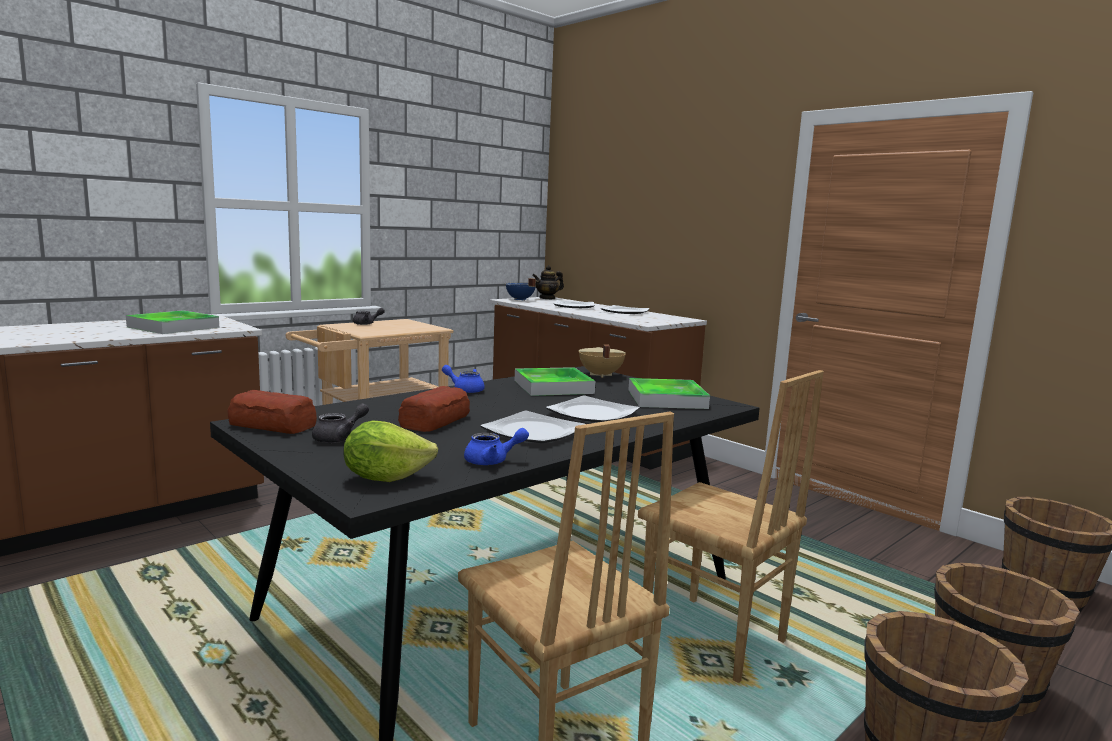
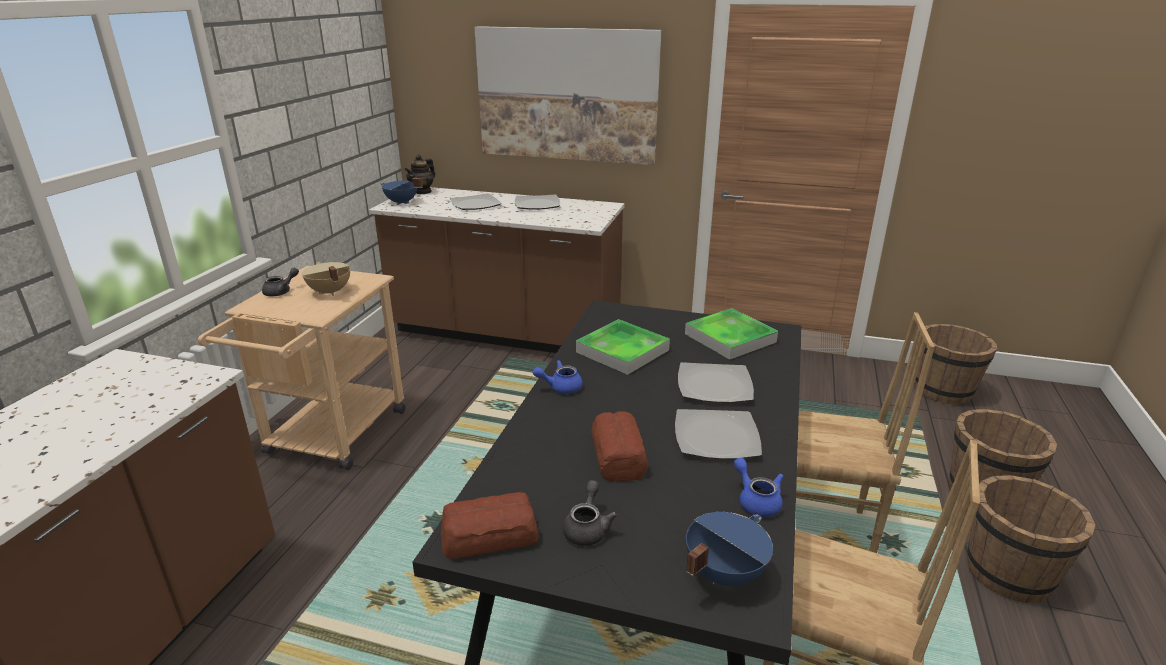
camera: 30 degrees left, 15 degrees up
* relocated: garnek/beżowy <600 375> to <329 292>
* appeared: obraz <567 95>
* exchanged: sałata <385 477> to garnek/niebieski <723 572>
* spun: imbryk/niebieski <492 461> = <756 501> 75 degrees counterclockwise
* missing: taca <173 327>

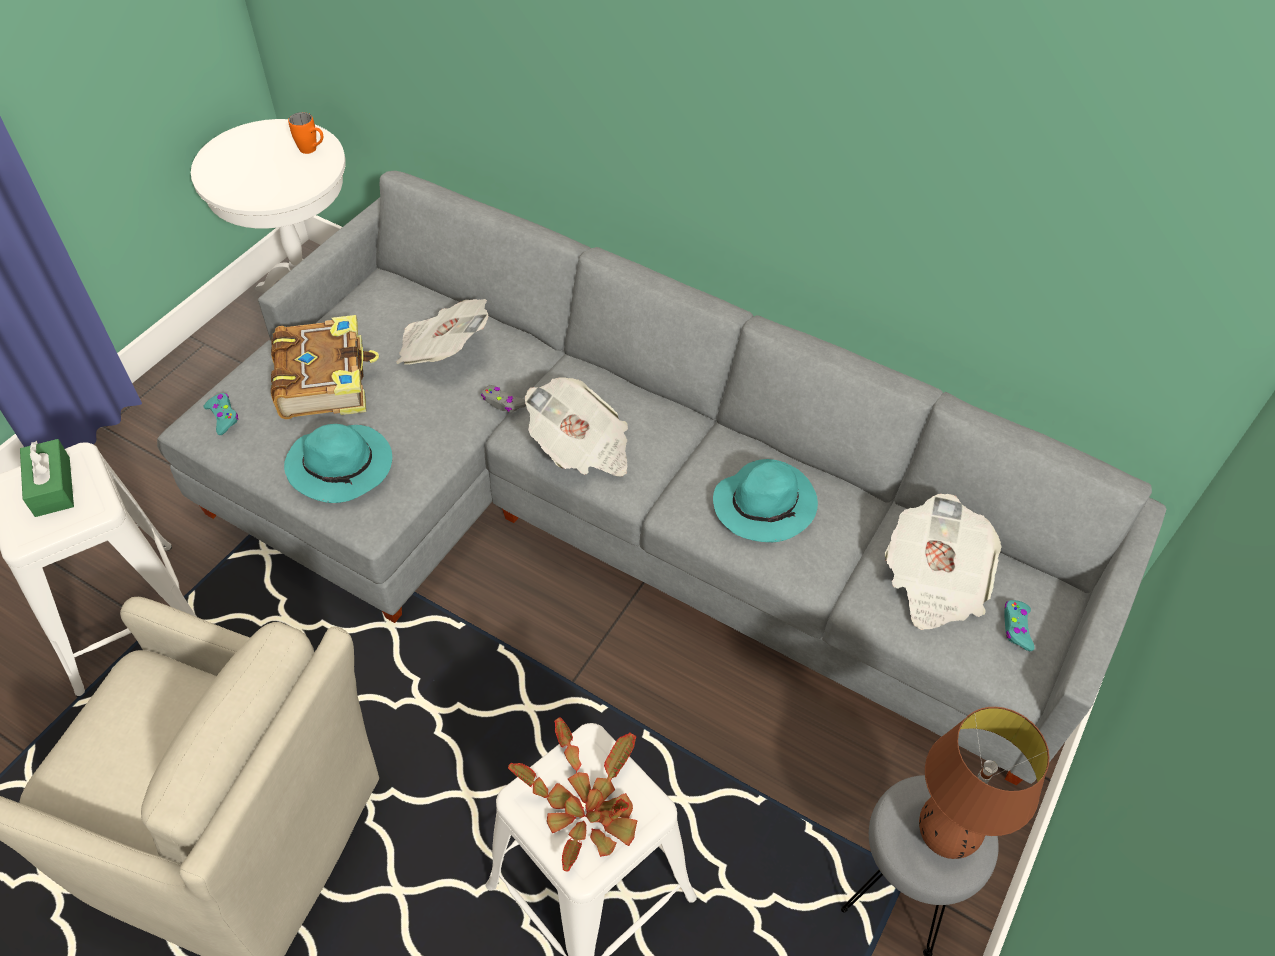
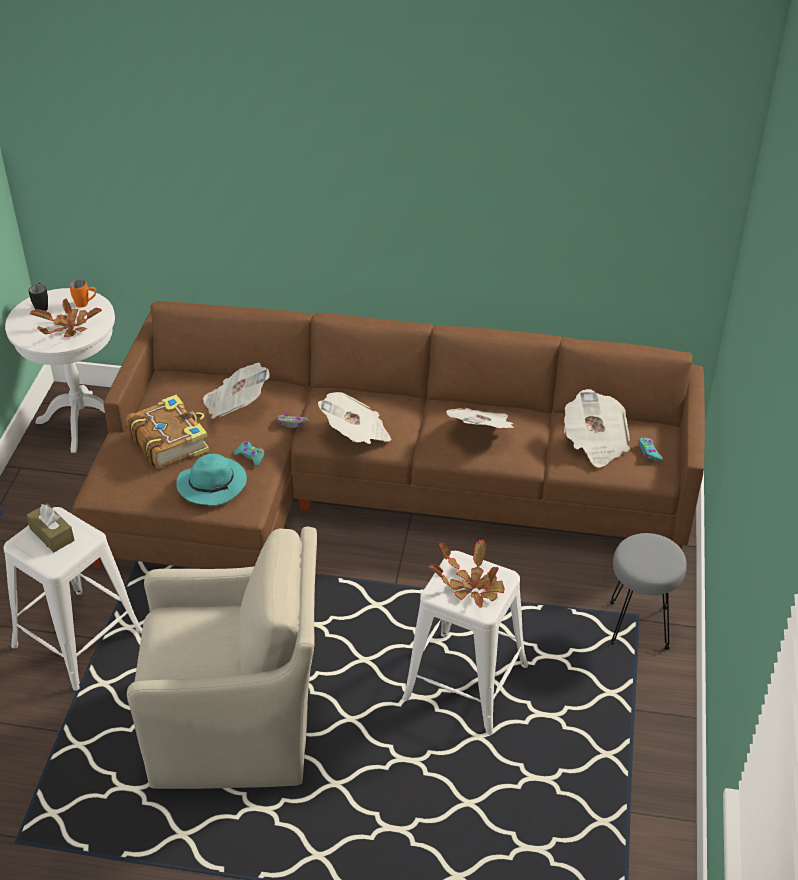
camera: 20 degrees left, 10 degrees down
* colour: pudełko chusteczek/zielony <52 486> to pudełko chusteczek/brązowy <52 534>
* appeared: kubek/czarny <42 306>
* appeared: roślina doniczkowa <69 328>
* colour: kanapa/szary <615 512> to kanapa/brązowy <371 486>
* relocated: pad do gier/turkusowy <223 417> to <250 456>
* exchanged: kapelusz/turkusowy <765 504> to gazeta <482 431>
* missing: lampa stołowa/brązowy <942 839>

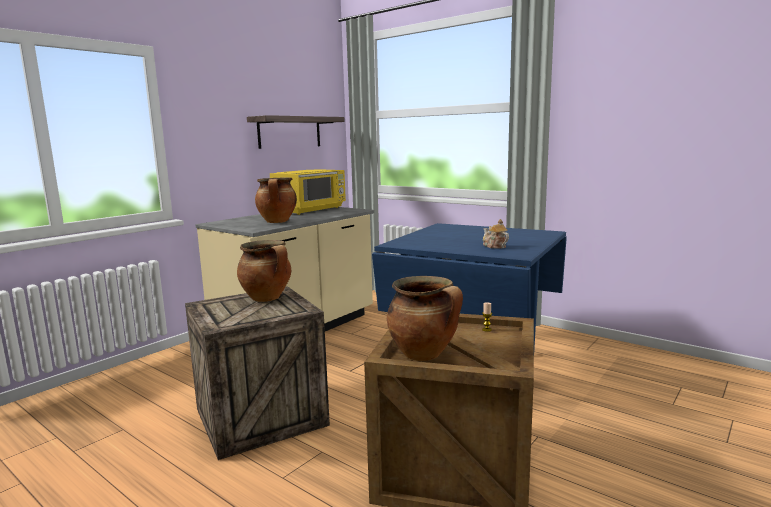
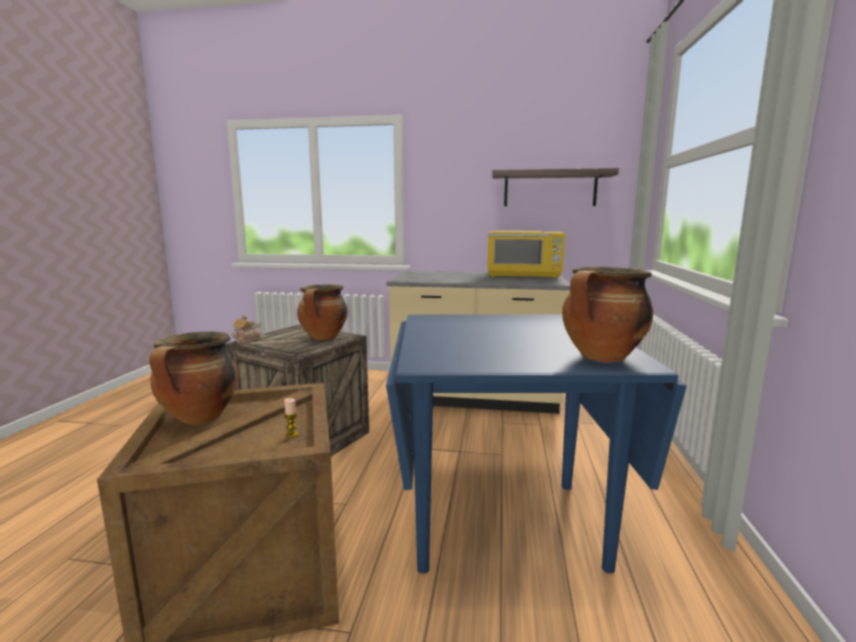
camera: 60 degrees right, 0 degrees up
* relocated: imbryk <494 246> to <247 340>
* relocated: garnek <277 222> to <602 358>

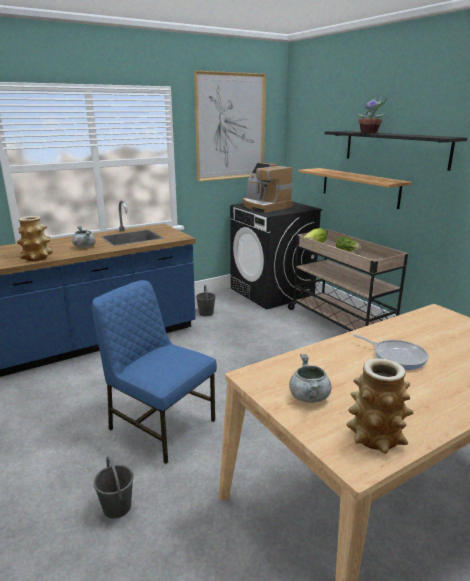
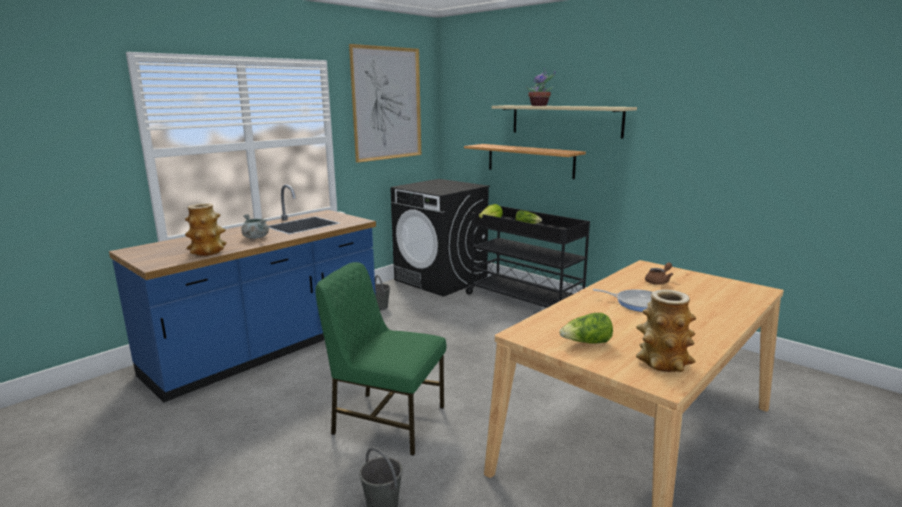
camera: 15 degrees left, 5 degrees down
* colour: krzesło/niebieski <160 424> to krzesło/zielony <387 420>
* colour: wózek/beżowy <339 322> to wózek/czarny <524 300>
* colour: półka/czarny <395 148> to półka/beżowy <565 120>
* exchanged: garnek/szary <309 397> to sałata <586 343>
* appeared: imbryk/brązowy <659 281>
* missing: ekspres do kawy <264 206>

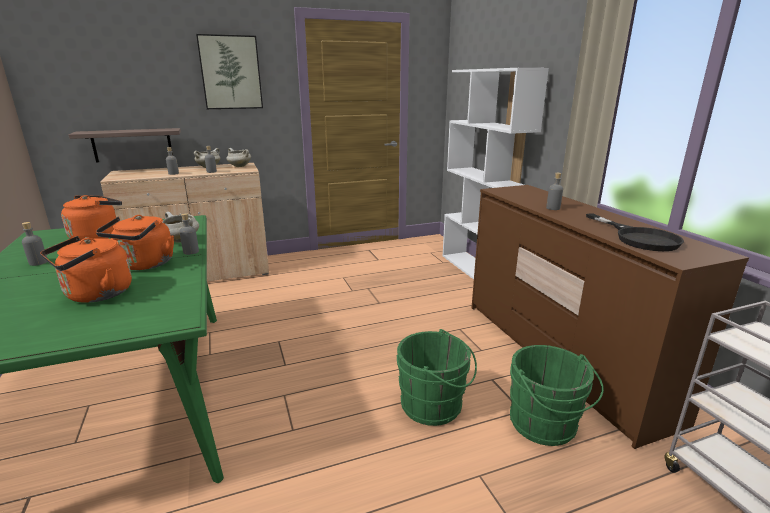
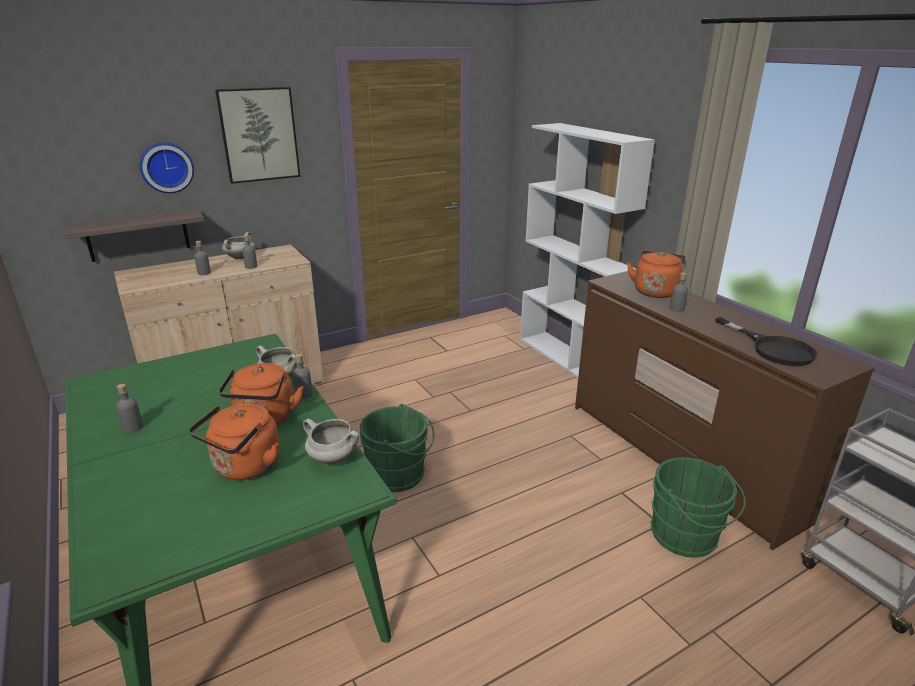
camera: 10 degrees left, 5 degrees up
* appeared: zegar ścienny <166 167>
* relocated: garnek/biały <239 166> to <332 458>
* relocated: wiadro/zielony <435 406> to <400 475>
* relocated: czajnik/pomarańczowy <98 236> to <655 291>

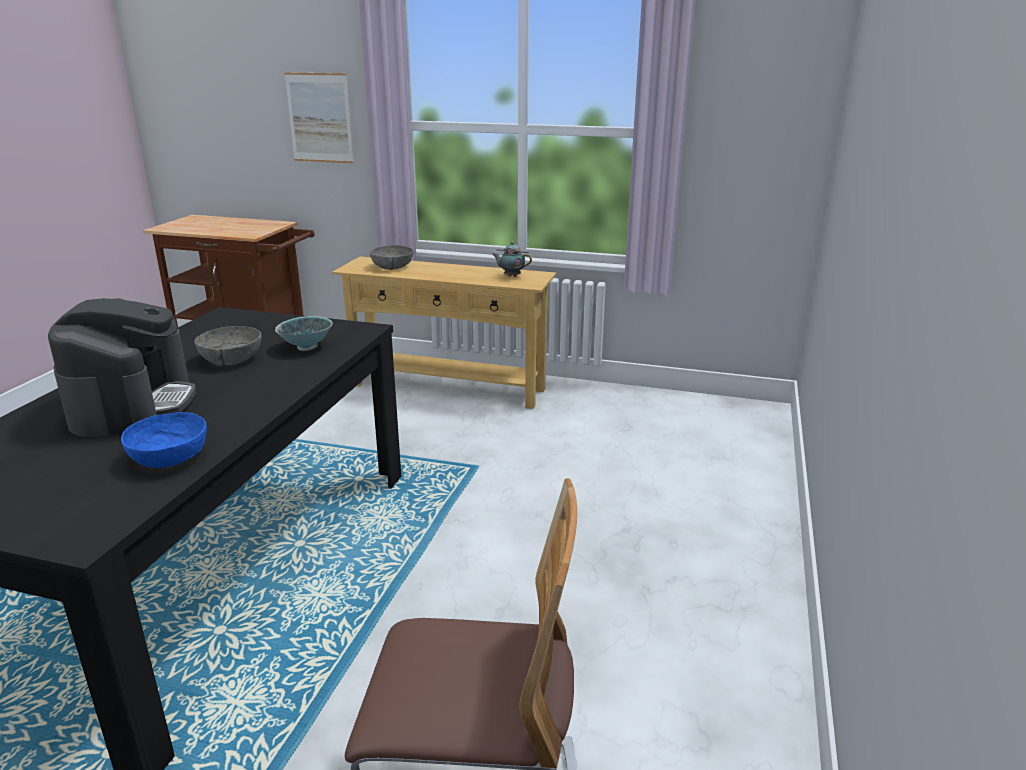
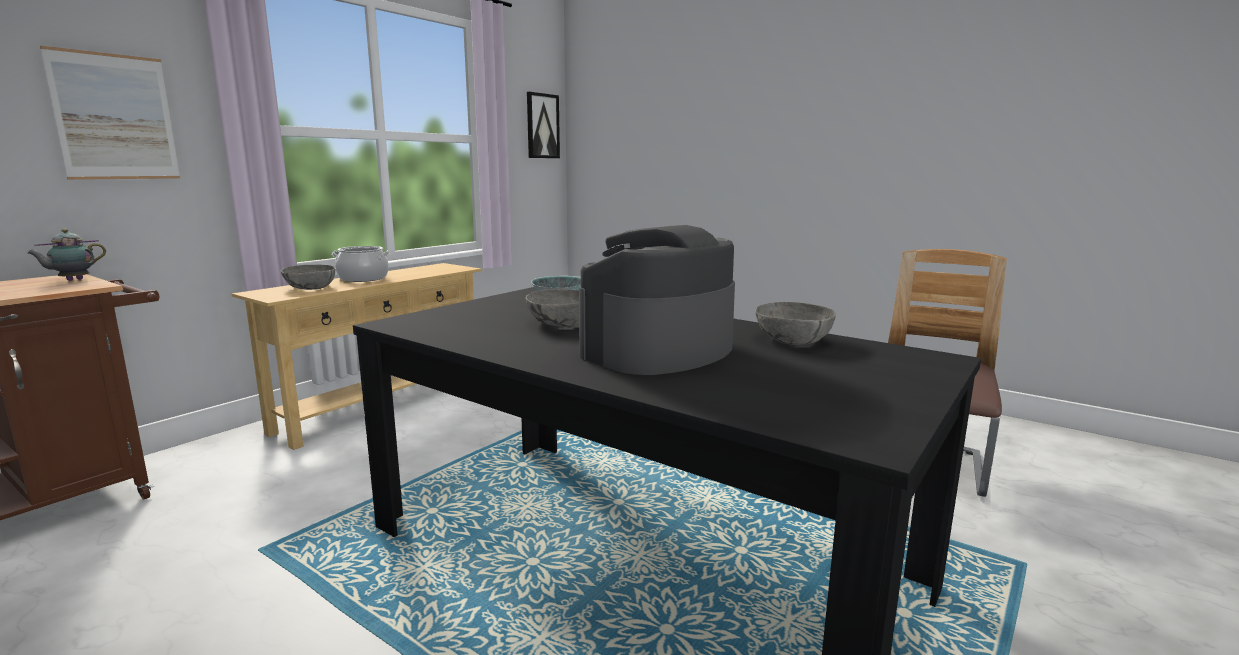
camera: 70 degrees left, 10 degrees down
* relocated: imbryk <511 276> to <72 280>
* appeared: garnek <363 278>
* appeared: obraz <542 126>
* spun: ekspres do kawy <133 405> = <658 351> 60 degrees counterclockwise
* colour: miska/niebieski <169 457> to miska/szary <792 340>

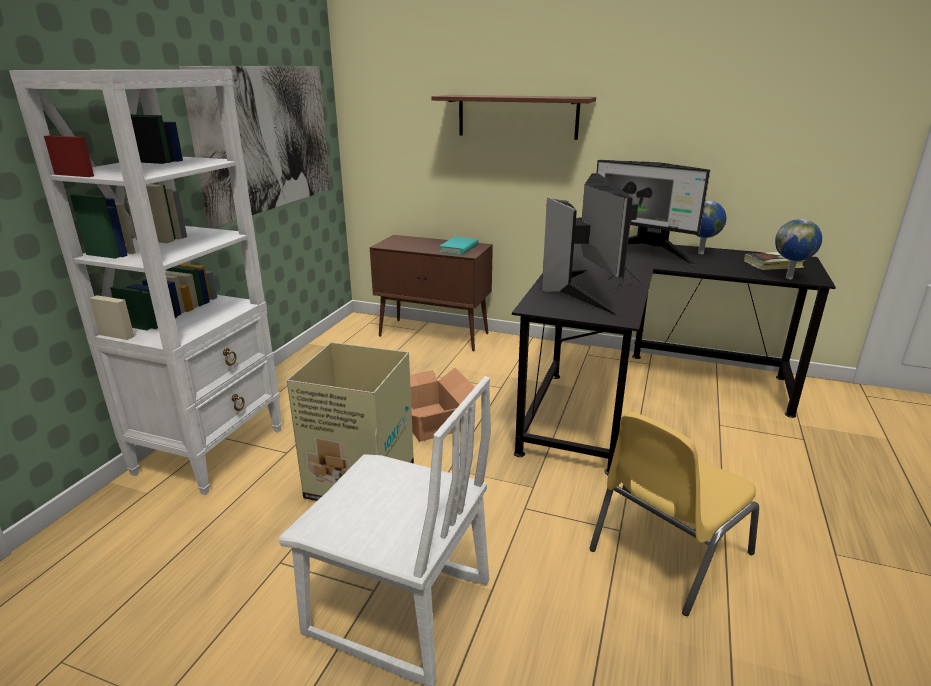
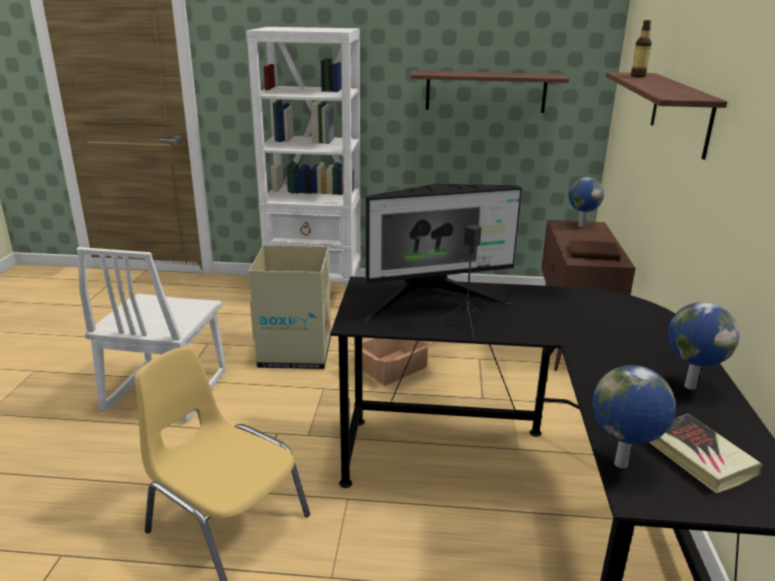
camera: 75 degrees right, 0 degrees up
* exchanged: obraz <266 139> to półka <485 91>
* appeared: globus <580 226>
* colour: książka/turkusowy <459 248> to książka/brązowy <593 253>
* appeared: butelka <638 76>
* missing: monitor <645 252>

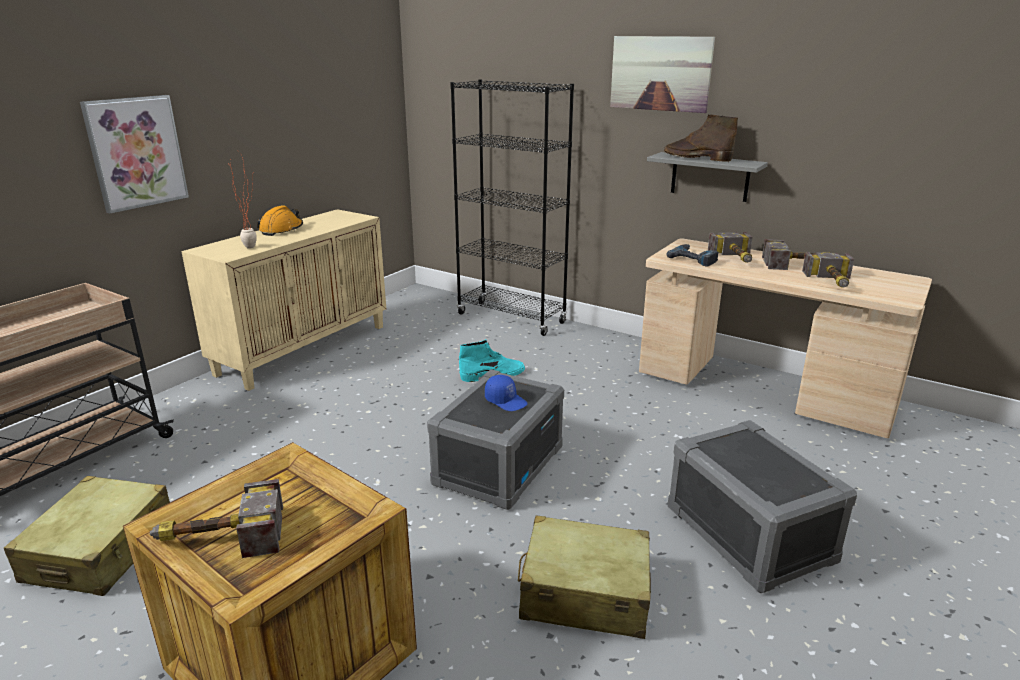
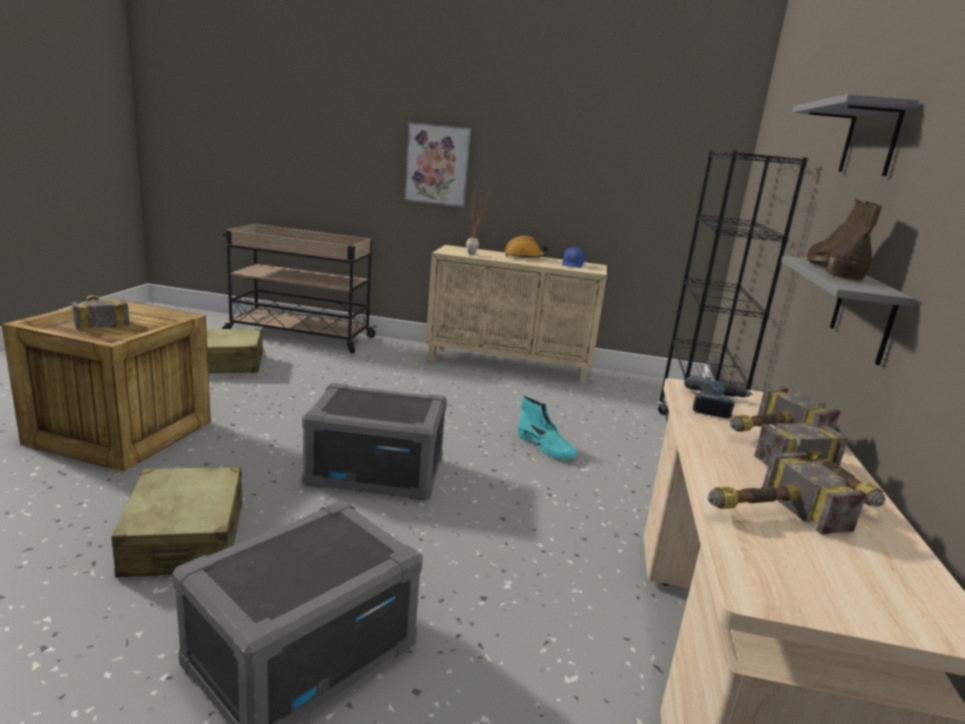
camera: 65 degrees right, 5 degrees down
* relocated: czapka z daszkiem/niebieski <506 401> to <572 265>
* exchanged: obraz <660 73> to półka/szary <870 140>

